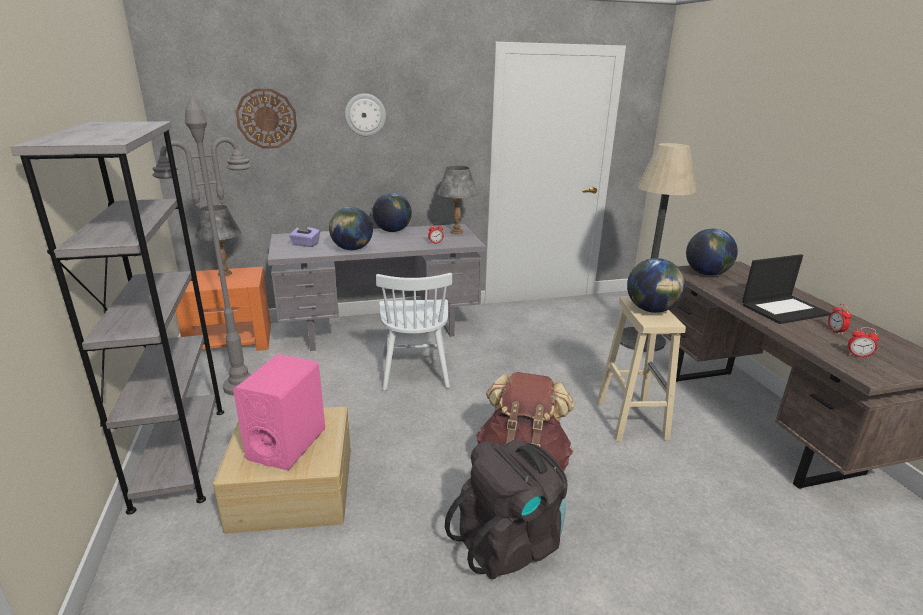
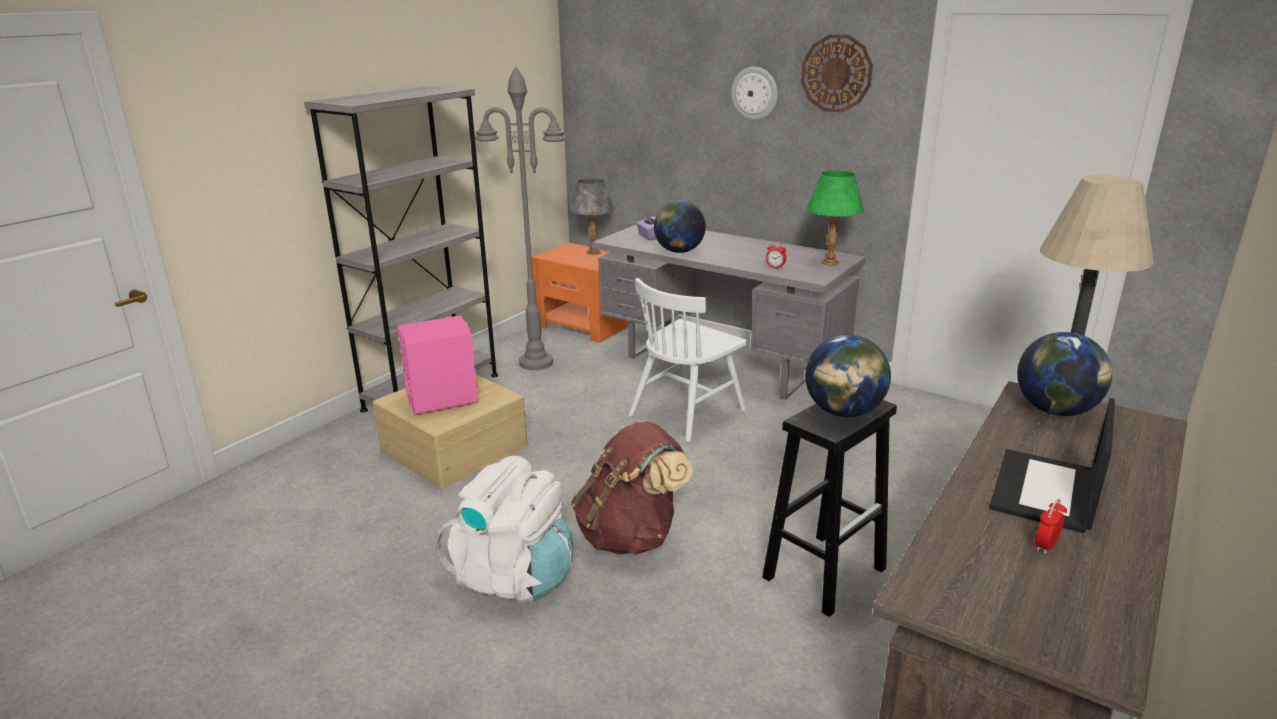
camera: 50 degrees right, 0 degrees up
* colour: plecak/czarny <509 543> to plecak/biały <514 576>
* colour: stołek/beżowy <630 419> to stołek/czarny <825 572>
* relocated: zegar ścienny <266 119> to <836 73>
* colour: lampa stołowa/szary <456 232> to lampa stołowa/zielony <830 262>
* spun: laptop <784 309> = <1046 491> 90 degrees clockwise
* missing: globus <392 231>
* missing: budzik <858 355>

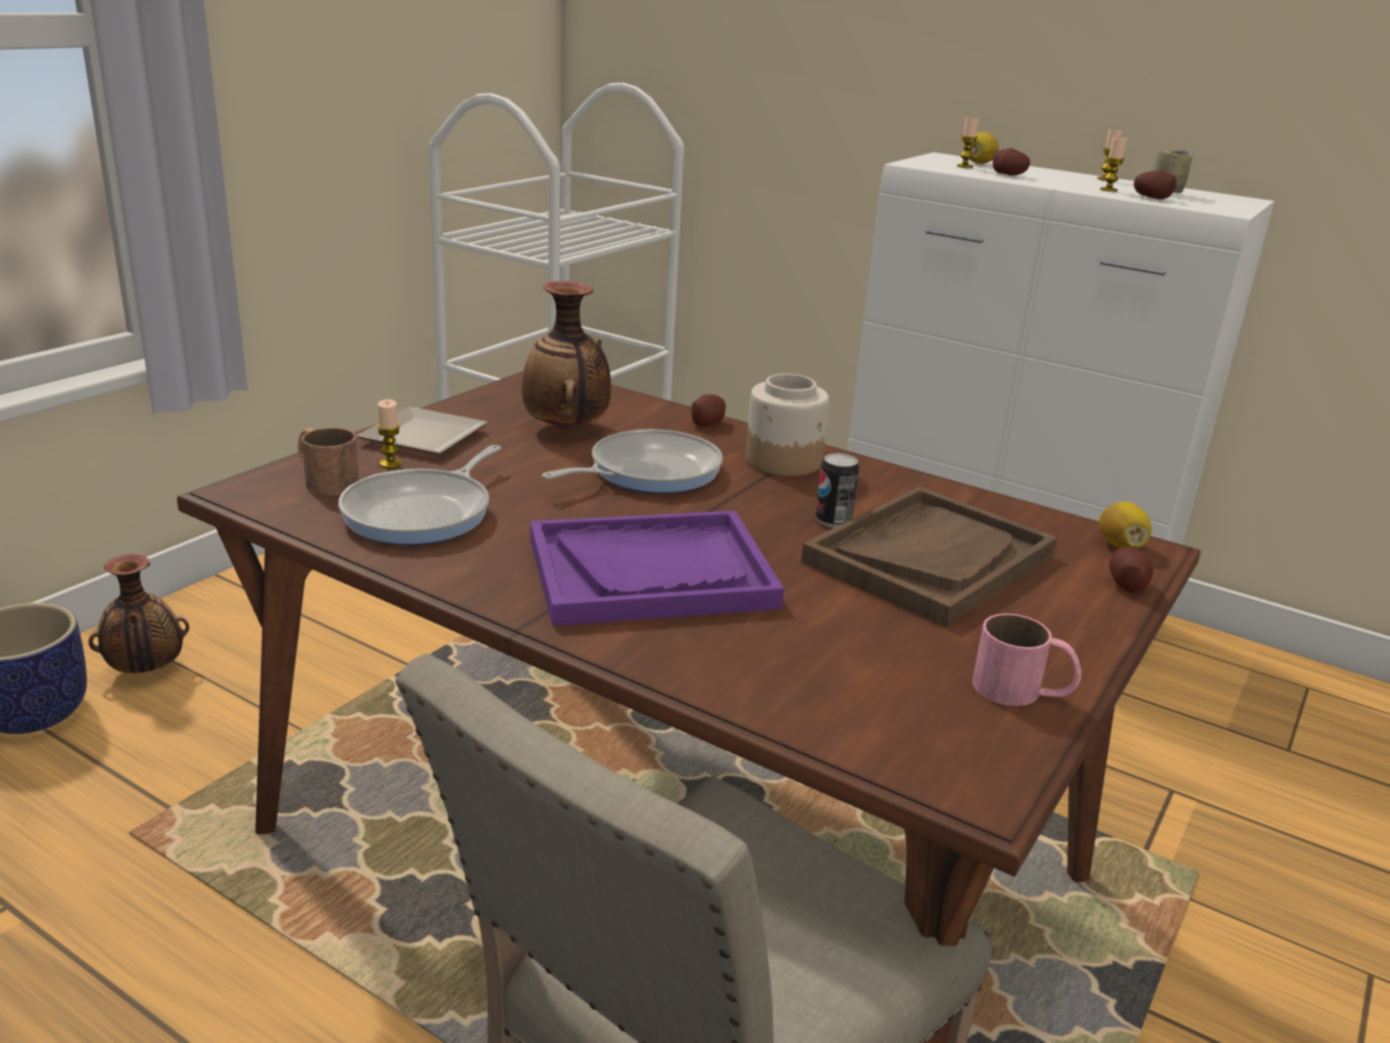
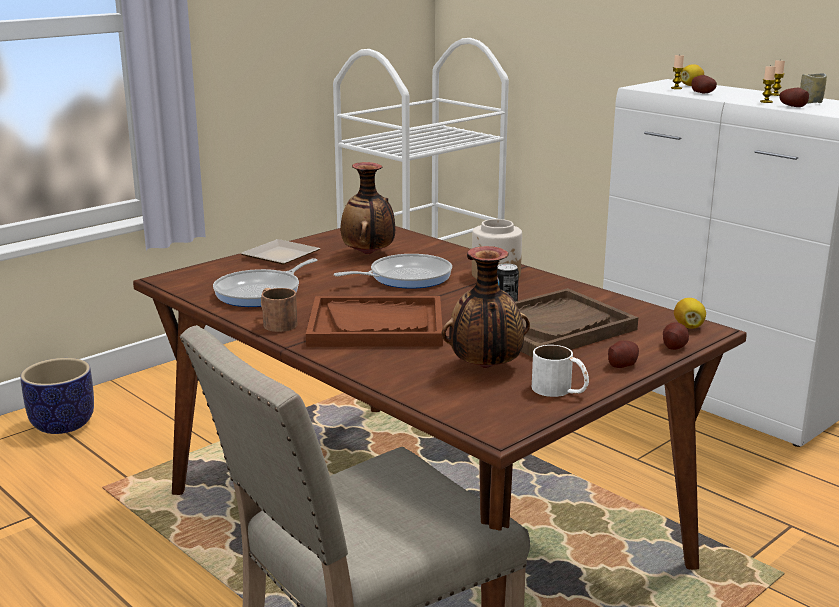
camera: 15 degrees right, 5 degrees down
* relocated: kubek/brązowy <324 480> to <275 322>
* colour: taca/fioletowy <651 572> to taca/brązowy <376 326>
* relocated: wazon <145 670> to <485 368>
* colour: kubek/różowy <1023 691> to kubek/biały <560 390>
* relocated: ziemniak <707 423> to <622 364>
* missing: świeca <390 464>

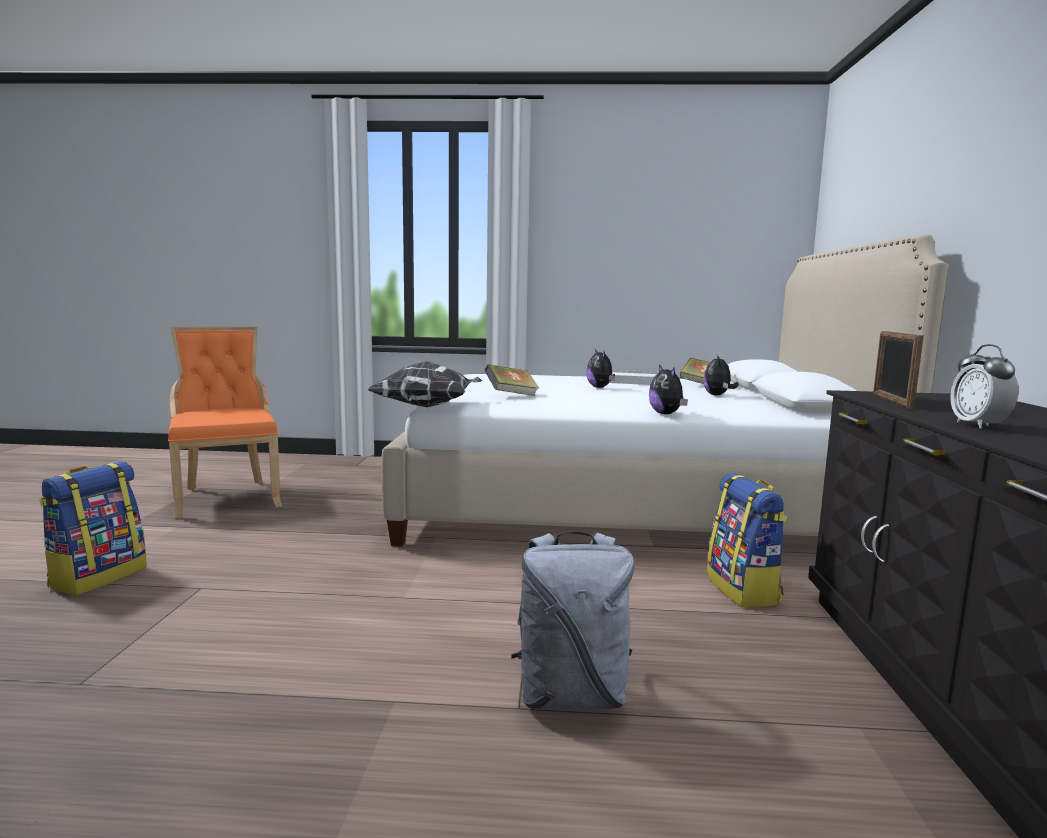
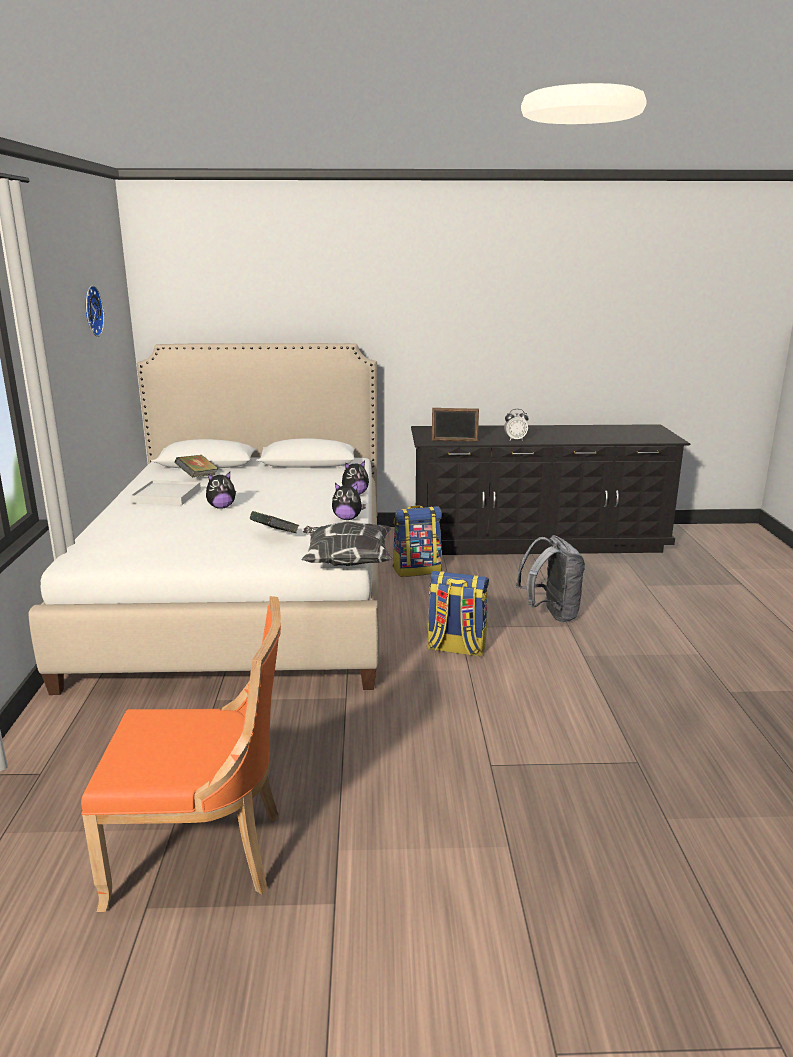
camera: 95 degrees left, 10 degrees up
* spun: krzesło/pomarańczowy <227 497> = <204 854> 150 degrees counterclockwise
* appeared: zegar ścienny <90 311>
* relocated: pluszak <718 395> to <347 518>
* relocated: plecak <98 577> to <456 648>

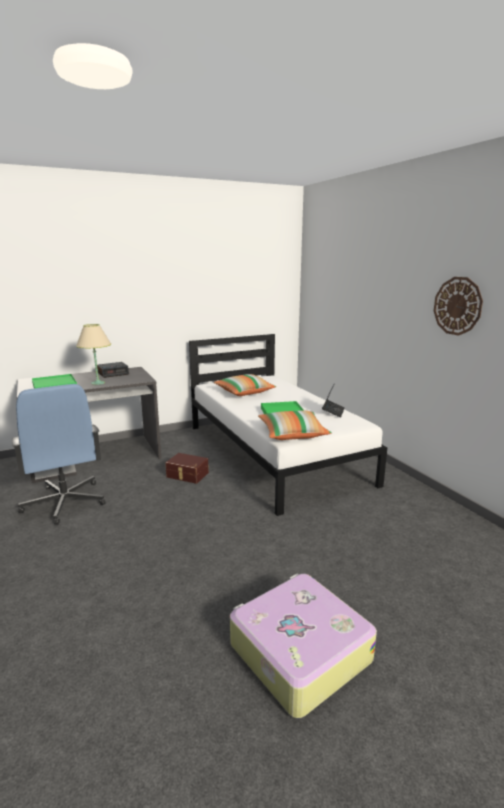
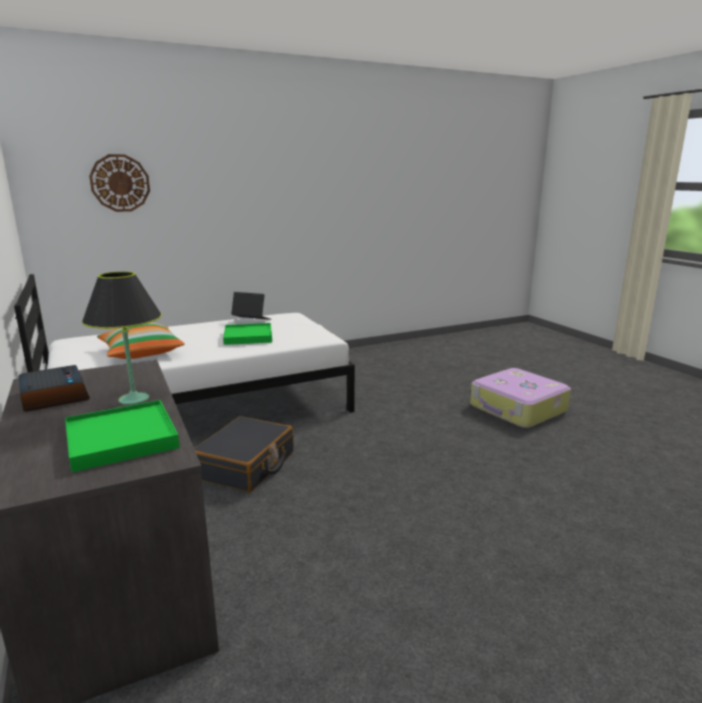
camera: 90 degrees left, 0 degrees up
* colour: lampa stołowa/beżowy <97 383> to lampa stołowa/czarny <134 399>
* relocated: zegar ścienny <457 306> to <120 183>
* exchanged: pojemnik do przechowywania/brązowy <187 475> to walizka/czarny <246 465>
* missing: krzesło biurowe/niebieski <64 503>
* missing: poduszka <292 434>

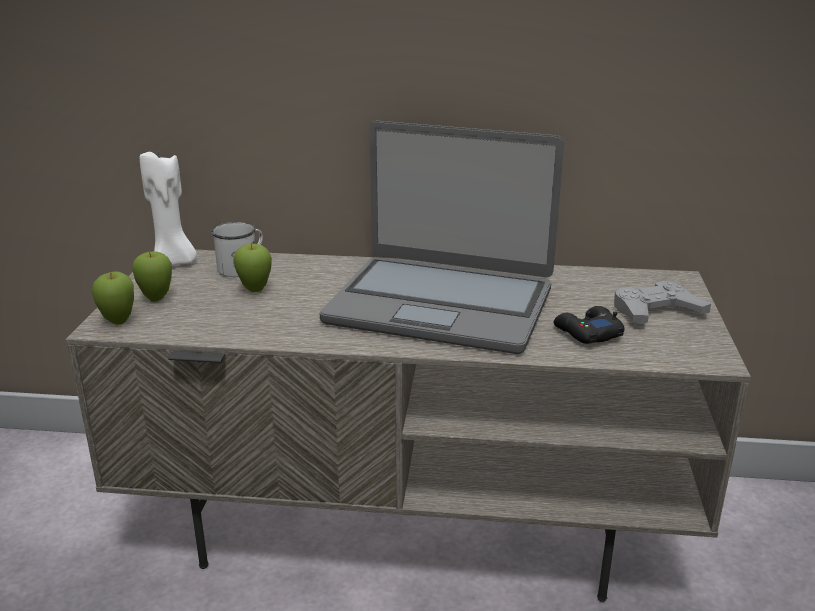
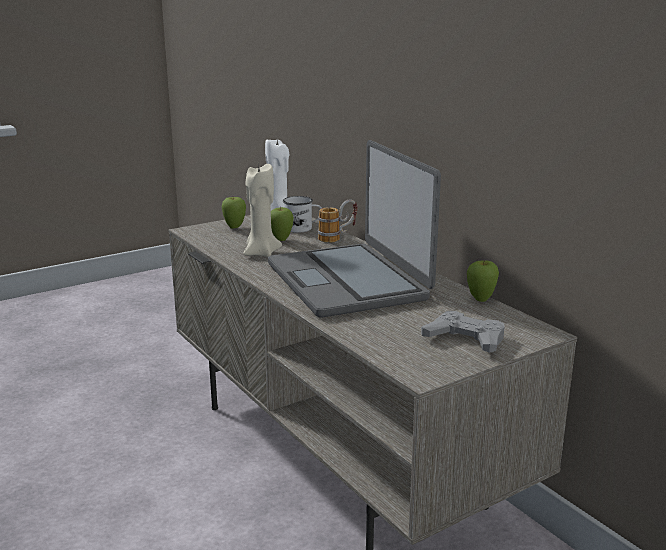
camera: 50 degrees right, 5 degrees down
* appeared: świeca/beżowy <261 253>
* appeared: kubek <338 237>
* relocated: jabłko <118 322> to <480 300>
* missing: pad do gier/czarny <587 332>

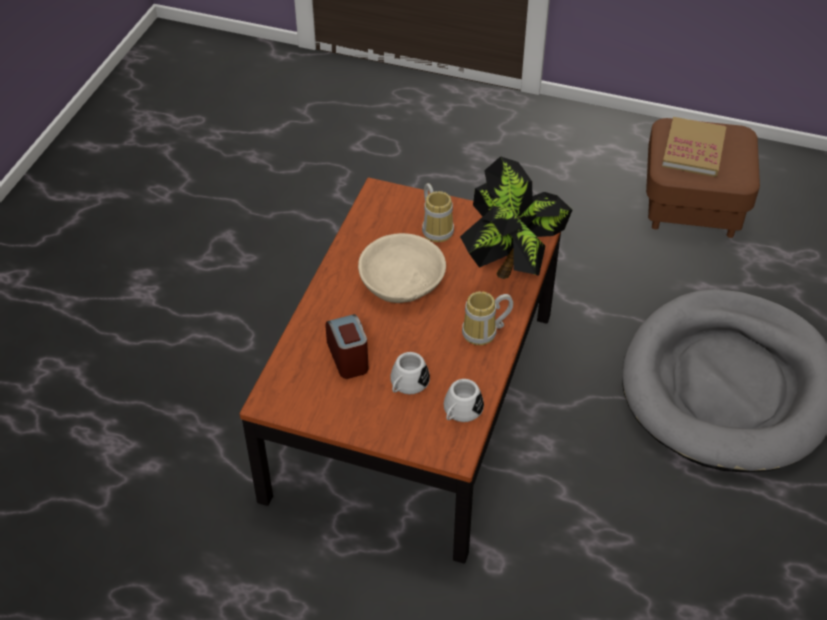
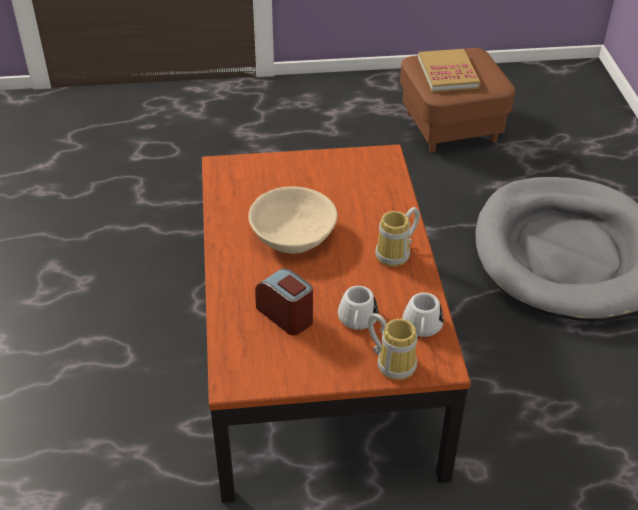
camera: 25 degrees left, 5 degrees down
* relocated: kubek <437 228> to <393 362>
* missing: roślina doniczkowa <512 265>

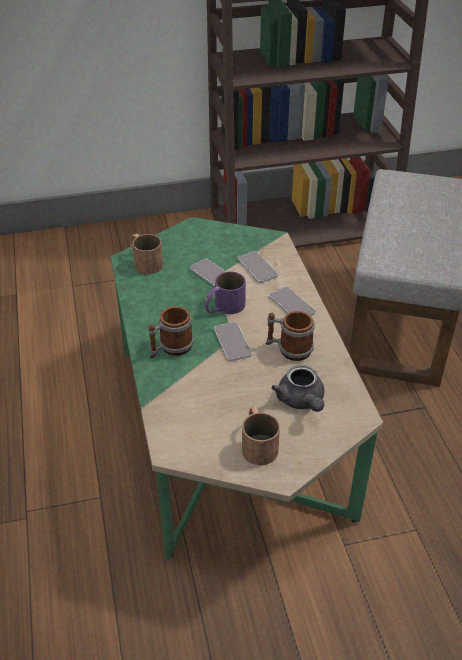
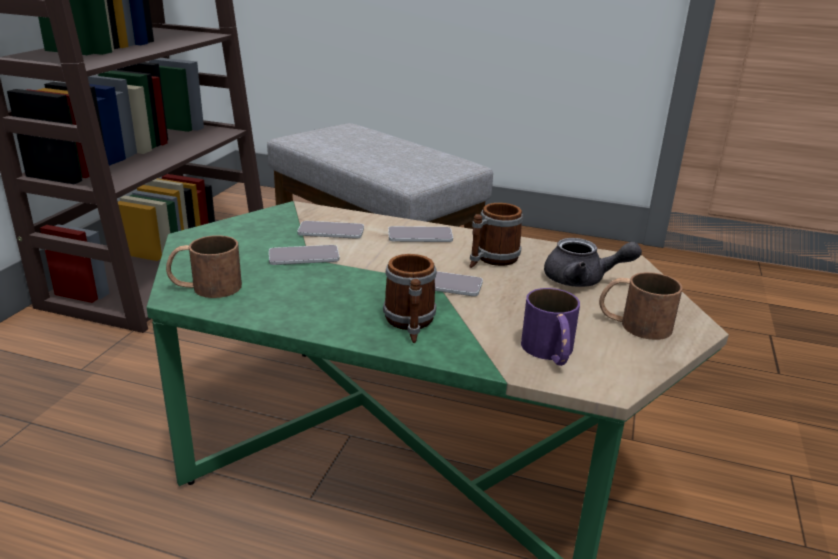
camera: 60 degrees left, 15 degrees down
* relocated: kubek/fioletowy <224 307> to <550 353>

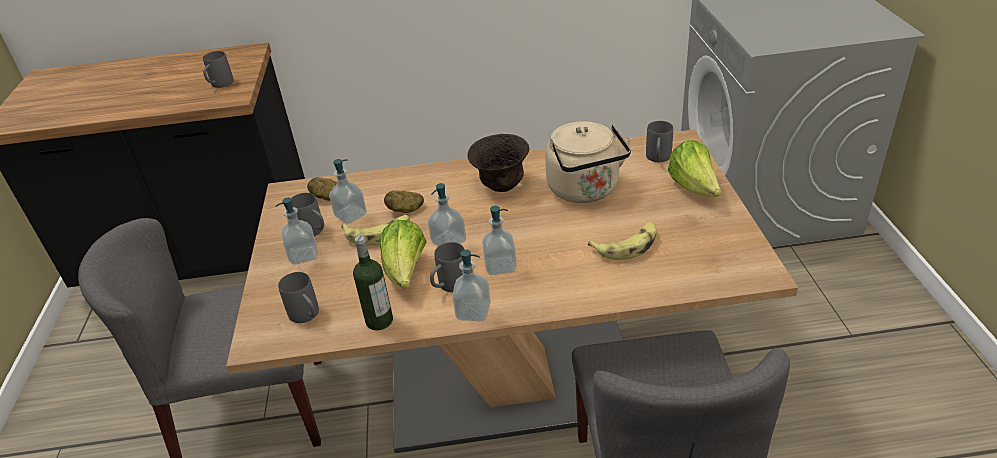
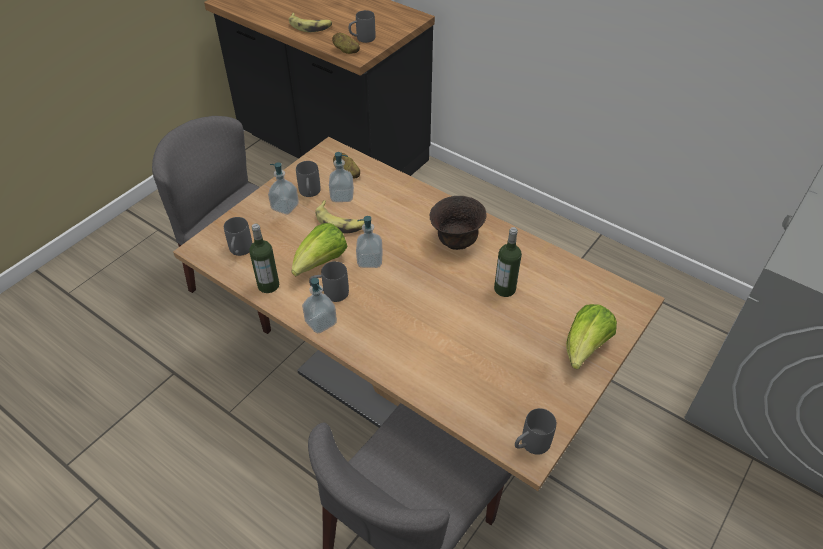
camera: 40 degrees right, 10 degrees up
* relocated: banan <627 245> to <310 26>
* relocated: ziemniak <405 210> to <346 51>
* exchanged: czajnik/beżowy <585 191> to butelka <504 289>
* relocated: kubek/szary <658 159> to <530 445>
* missing: dozownik mydła <500 266>

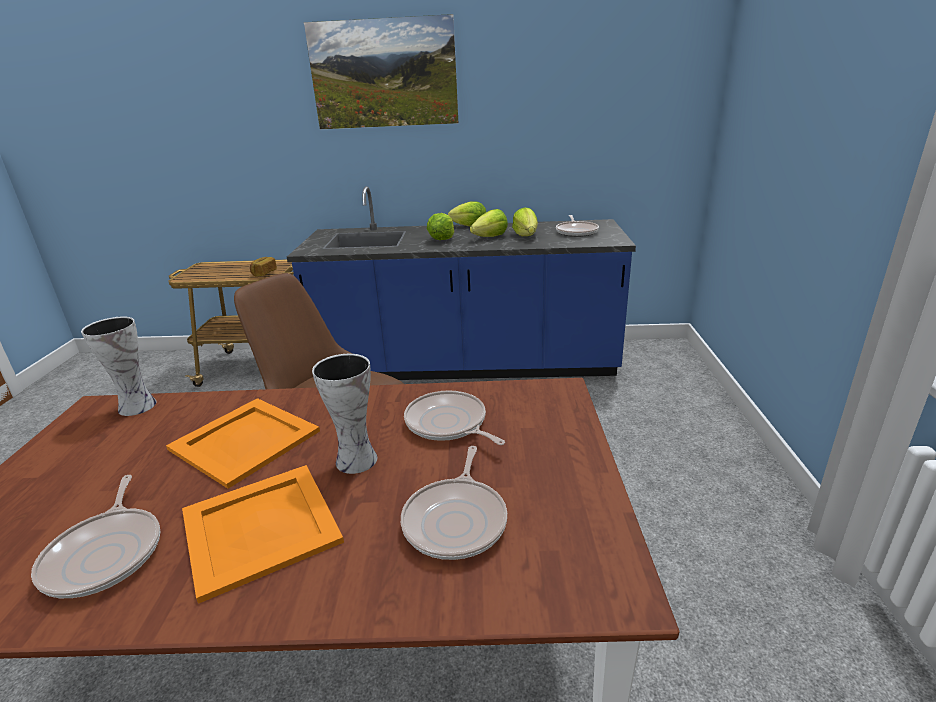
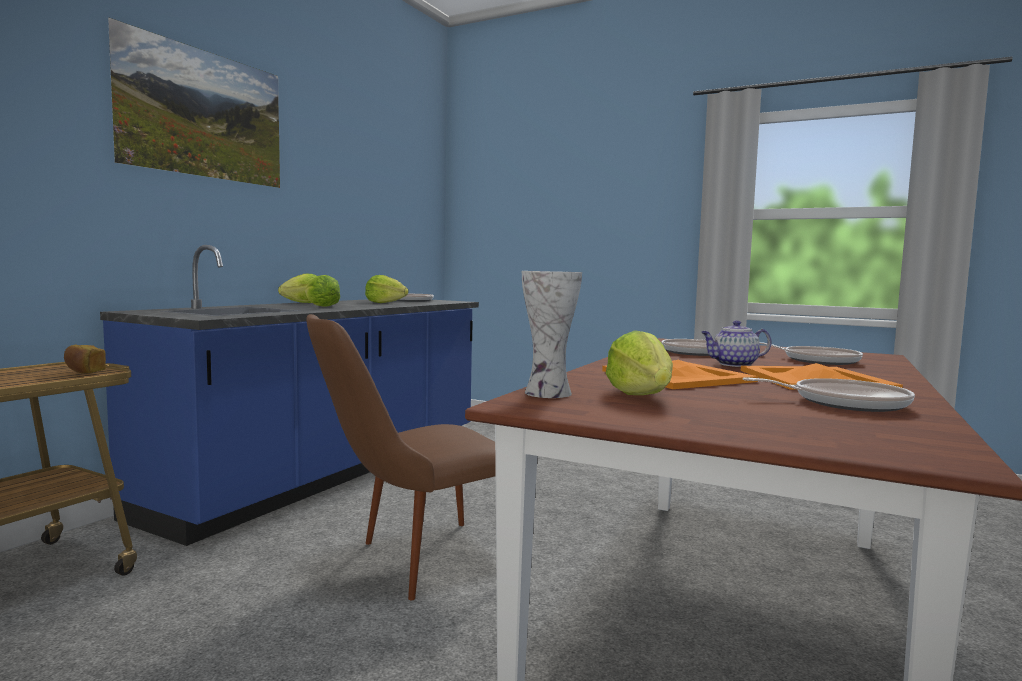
camera: 65 degrees left, 20 degrees down
* relocated: sałata <490 237> to <641 395>
* exchanged: wazon <354 460> to imbryk <734 364>

